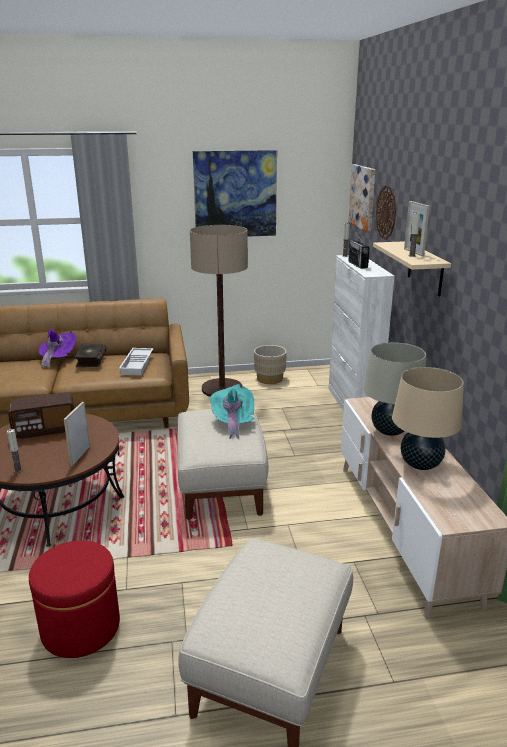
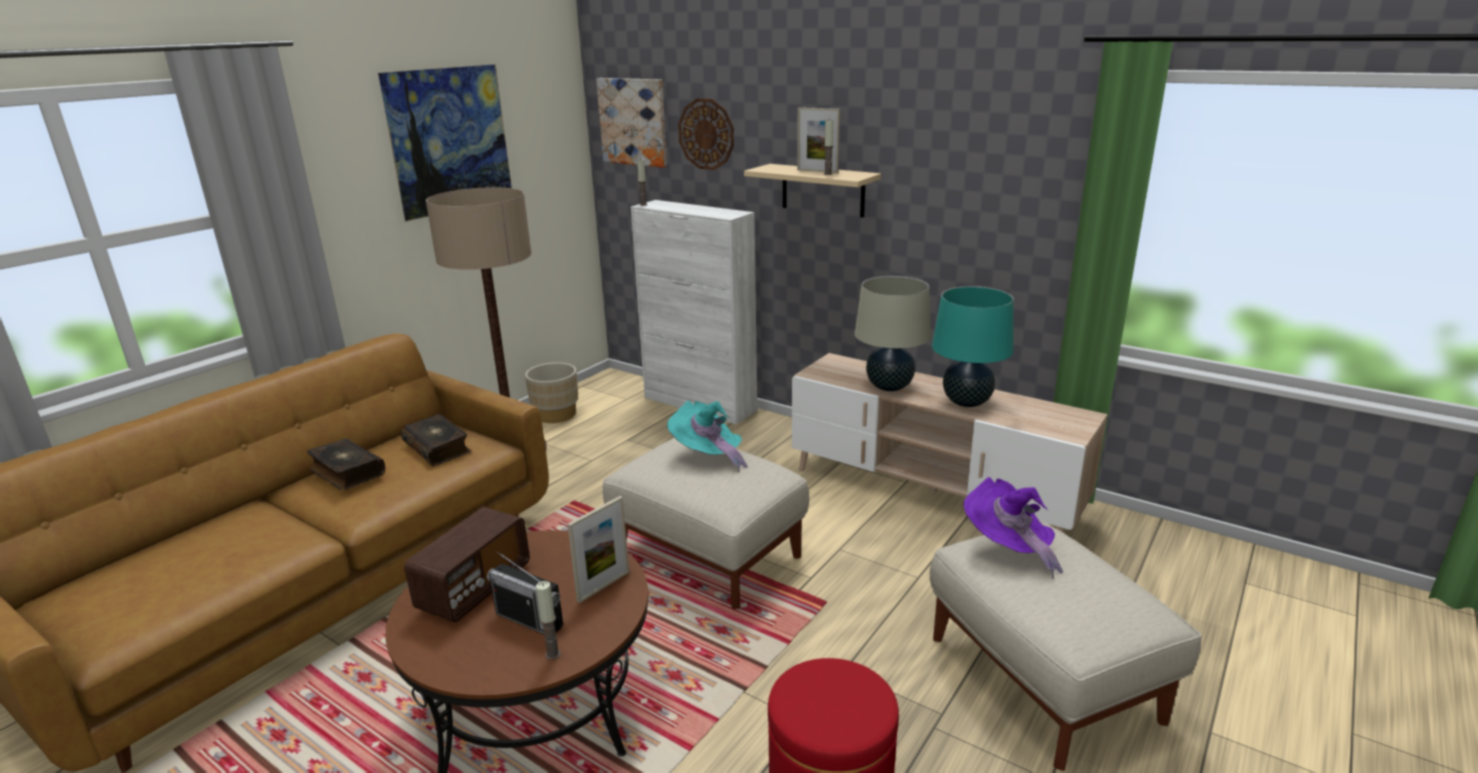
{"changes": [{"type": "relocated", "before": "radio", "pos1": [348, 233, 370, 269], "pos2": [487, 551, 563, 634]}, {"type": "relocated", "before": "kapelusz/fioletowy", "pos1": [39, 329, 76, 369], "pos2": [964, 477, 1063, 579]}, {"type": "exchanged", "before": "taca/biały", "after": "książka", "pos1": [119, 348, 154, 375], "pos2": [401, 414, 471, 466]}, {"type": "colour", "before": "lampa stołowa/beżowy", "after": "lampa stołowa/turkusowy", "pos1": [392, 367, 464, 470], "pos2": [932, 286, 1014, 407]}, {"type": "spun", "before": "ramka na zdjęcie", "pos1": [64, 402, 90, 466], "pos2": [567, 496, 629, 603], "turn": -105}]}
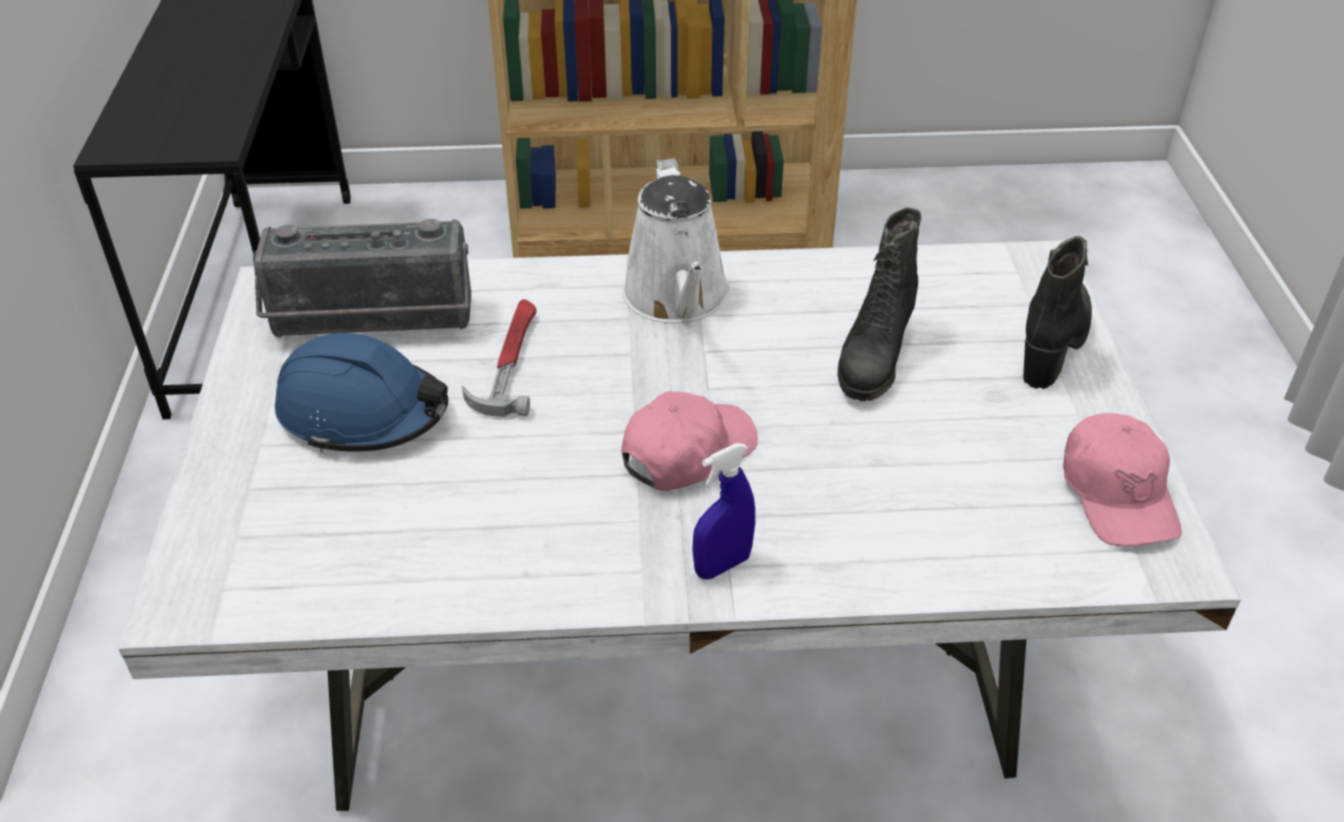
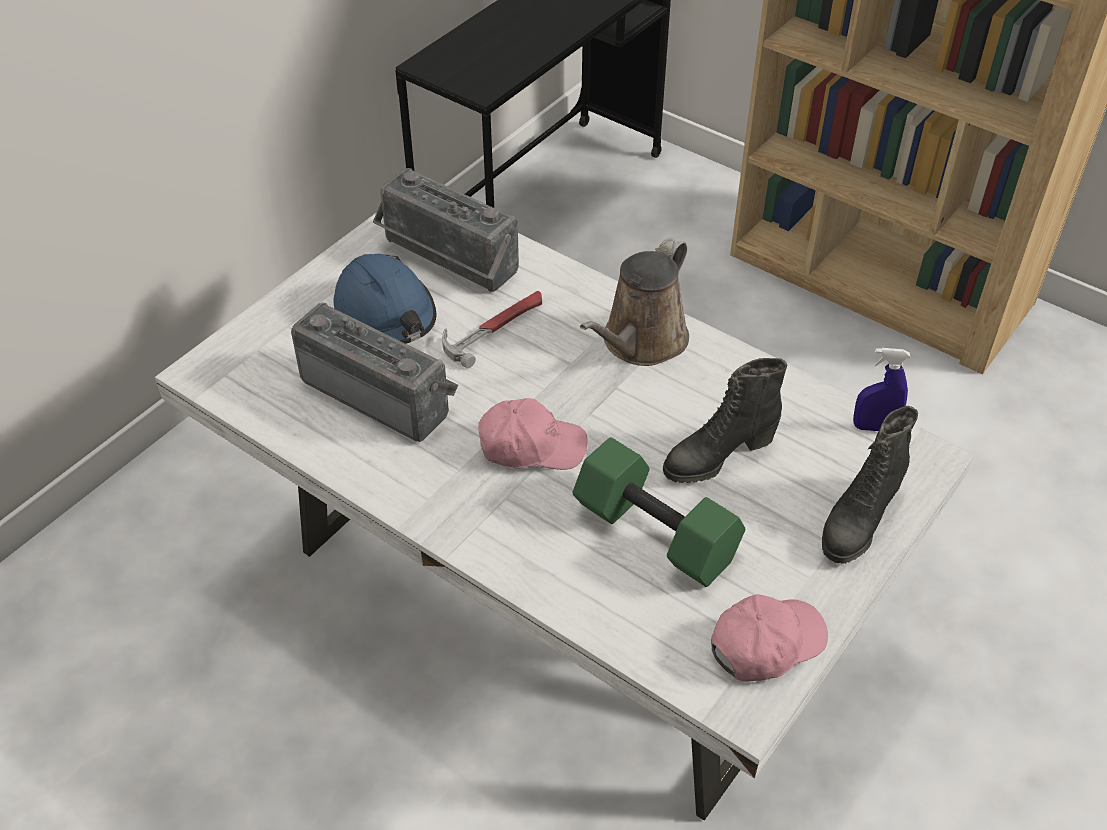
{"changes": [{"type": "colour", "before": "konewka/biały", "after": "konewka/brązowy", "pos1": [622, 158, 730, 323], "pos2": [580, 237, 689, 366]}, {"type": "spun", "before": "but z cholewką/czarny", "pos1": [1023, 236, 1092, 389], "pos2": [822, 406, 918, 564], "turn": 150}, {"type": "spun", "before": "czapka z daszkiem/różowy", "pos1": [1063, 413, 1182, 546], "pos2": [711, 594, 828, 682], "turn": -150}, {"type": "relocated", "before": "spryskiwacz/niebieski", "pos1": [692, 443, 755, 579], "pos2": [853, 348, 910, 431]}, {"type": "appeared", "after": "radio", "pos2": [291, 303, 458, 442]}, {"type": "appeared", "after": "hantel/zielony", "pos2": [573, 437, 745, 587]}]}
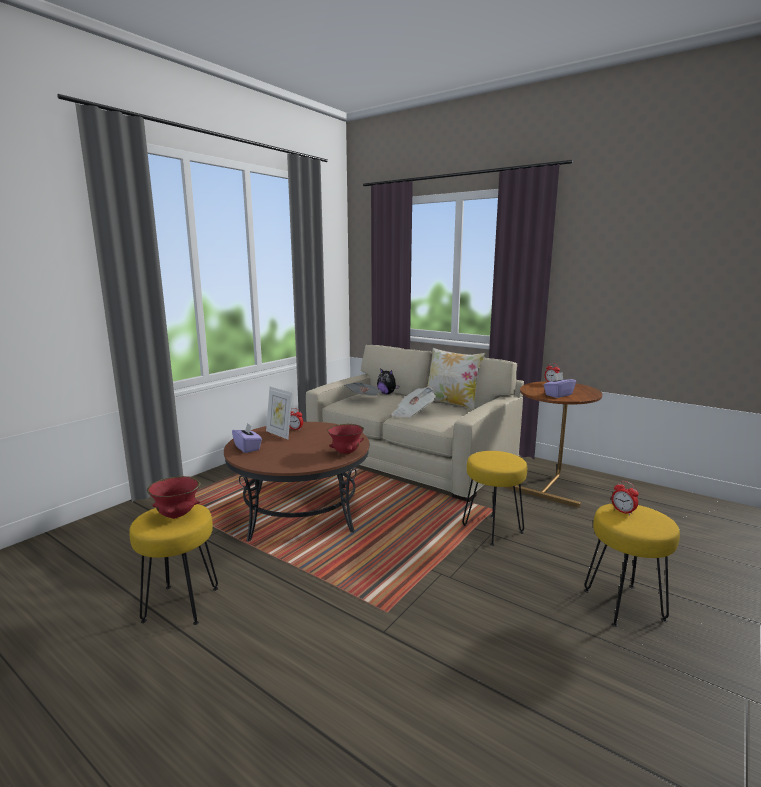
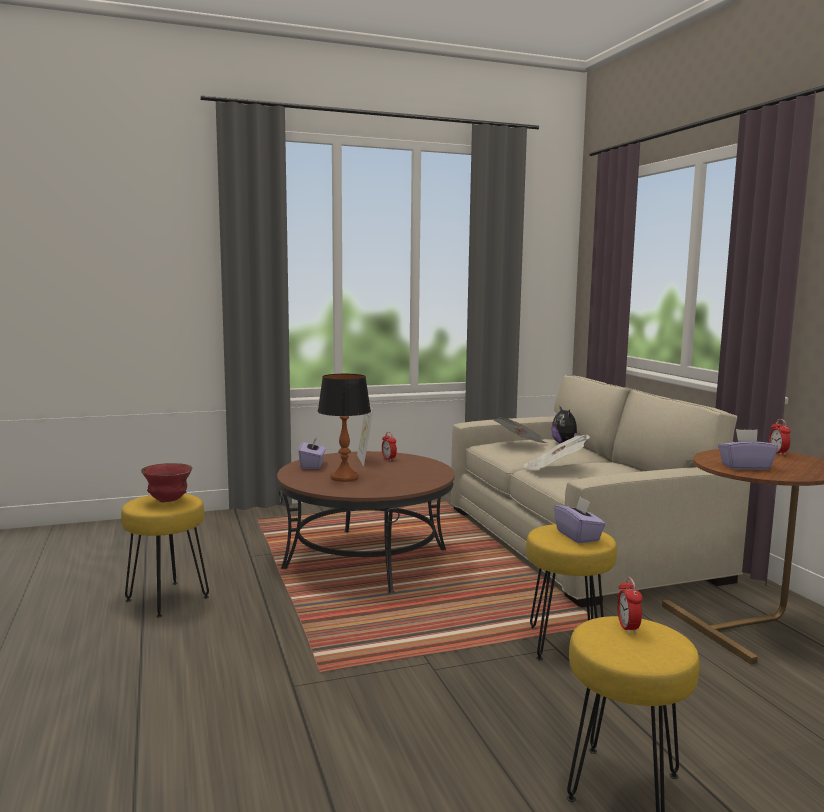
{"changes": [{"type": "missing", "before": "poduszka", "pos1": [427, 348, 485, 411]}, {"type": "missing", "before": "miska/czerwony", "pos1": [327, 424, 364, 454]}, {"type": "appeared", "after": "lampa stołowa", "pos2": [317, 374, 371, 482]}, {"type": "appeared", "after": "pudełko chusteczek/fioletowy", "pos2": [554, 496, 606, 543]}]}
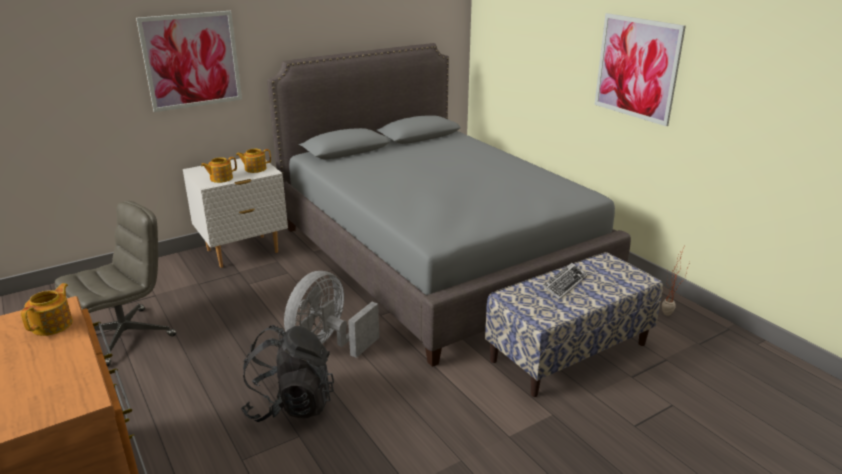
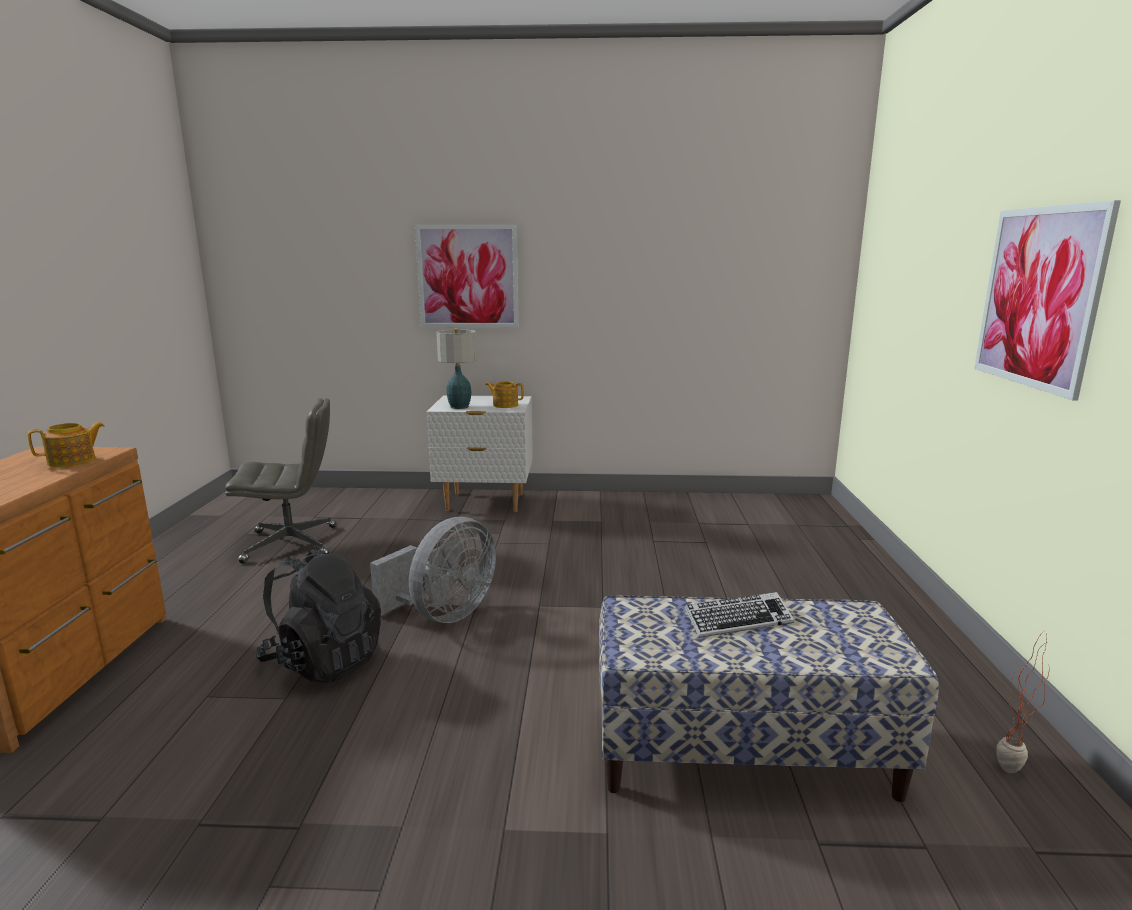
{"changes": [{"type": "missing", "before": "łóżko/szary", "pos1": [267, 43, 631, 367]}, {"type": "exchanged", "before": "imbryk", "after": "lampa stołowa", "pos1": [201, 157, 237, 183], "pos2": [436, 329, 477, 409]}, {"type": "spun", "before": "wentylator/szary", "pos1": [284, 271, 379, 358], "pos2": [370, 517, 496, 623], "turn": 150}]}
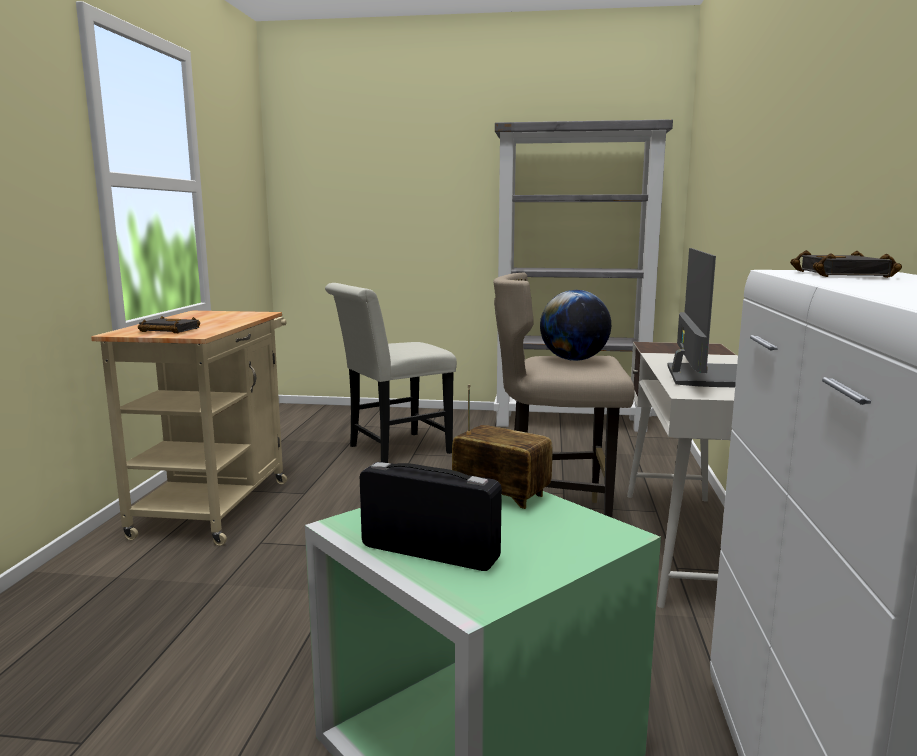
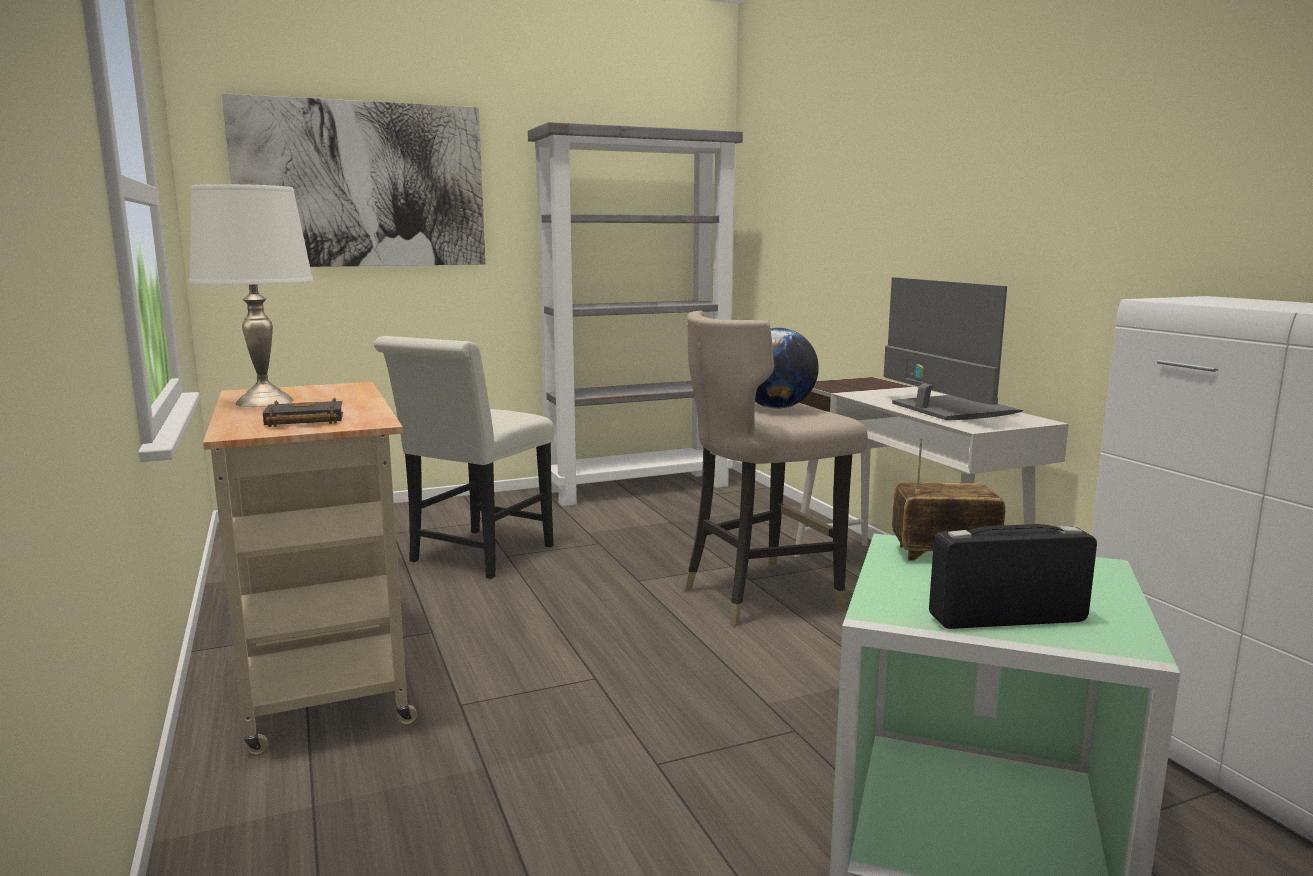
{"changes": [{"type": "missing", "before": "książka/czarny", "pos1": [790, 250, 902, 278]}, {"type": "appeared", "after": "obraz", "pos2": [222, 93, 485, 267]}, {"type": "appeared", "after": "lampa stołowa/biały", "pos2": [189, 184, 313, 407]}]}
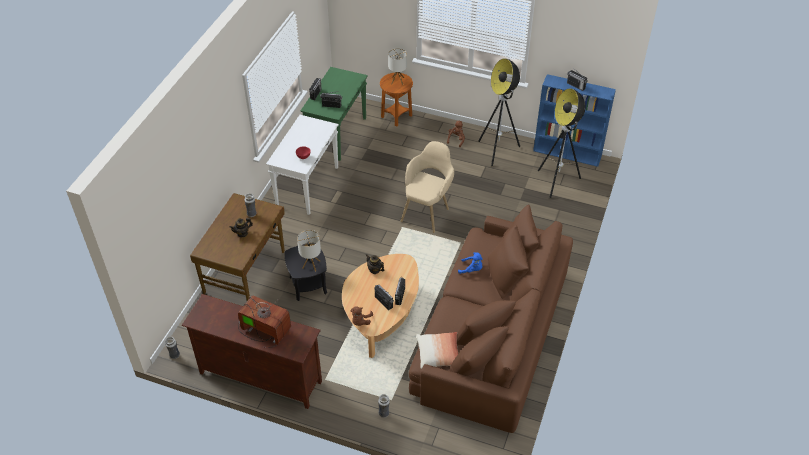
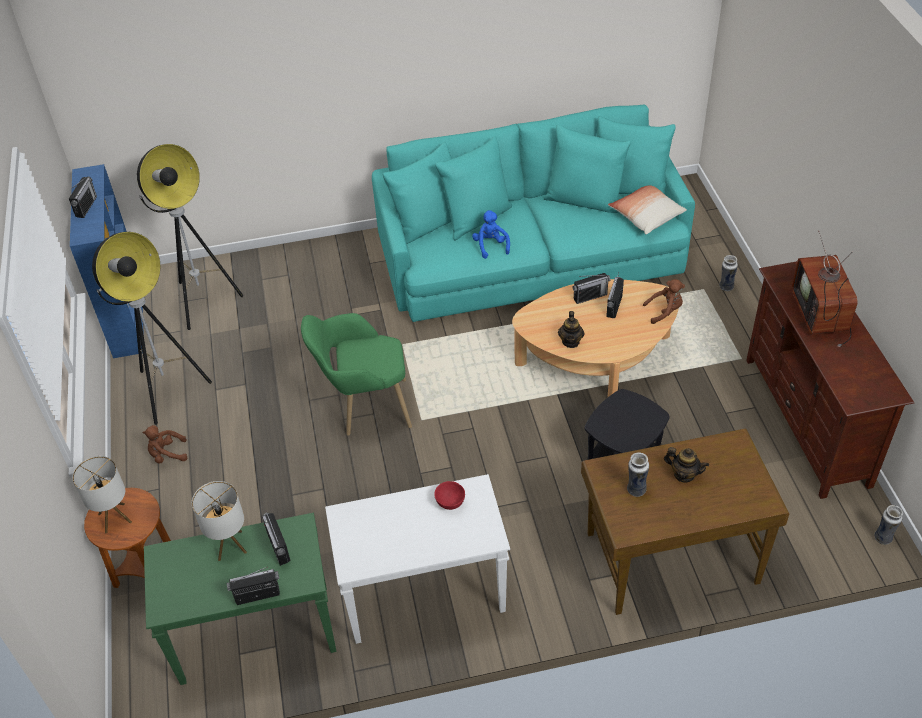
{"changes": [{"type": "colour", "before": "fotel/beżowy", "after": "fotel/zielony", "pos1": [401, 141, 454, 233], "pos2": [301, 313, 412, 436]}, {"type": "colour", "before": "kanapa/brązowy", "after": "kanapa/turkusowy", "pos1": [409, 205, 573, 433], "pos2": [372, 105, 695, 322]}, {"type": "relocated", "before": "lampa stołowa", "pos1": [297, 230, 321, 271], "pos2": [192, 481, 247, 561]}]}
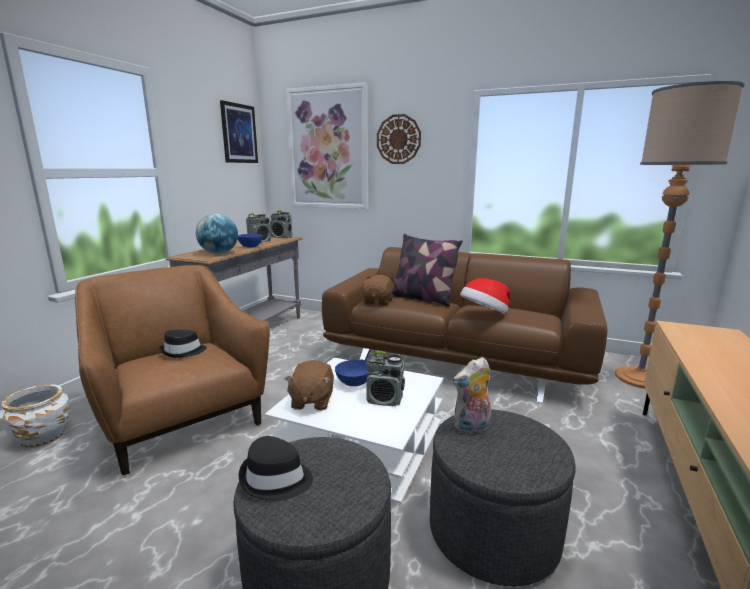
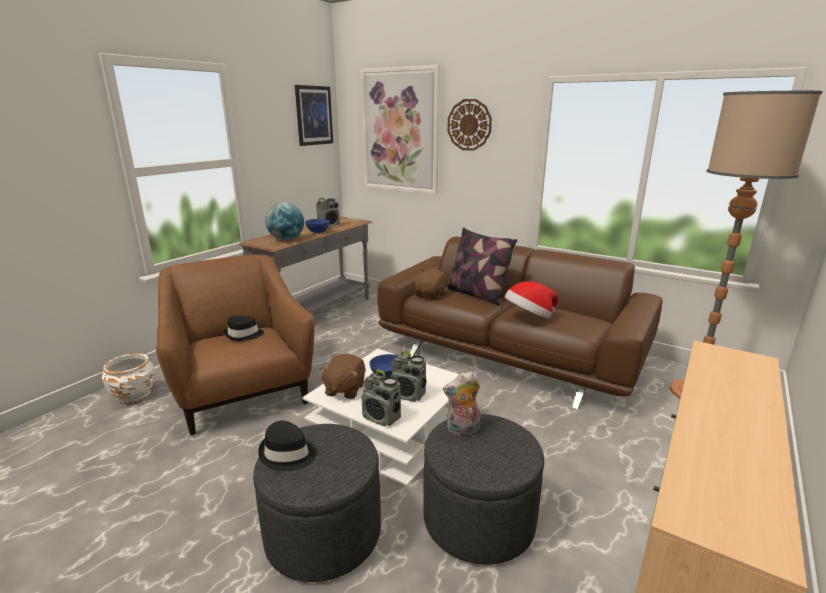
{"changes": [{"type": "relocated", "before": "radio", "pos1": [270, 210, 292, 239], "pos2": [361, 370, 401, 427]}]}
